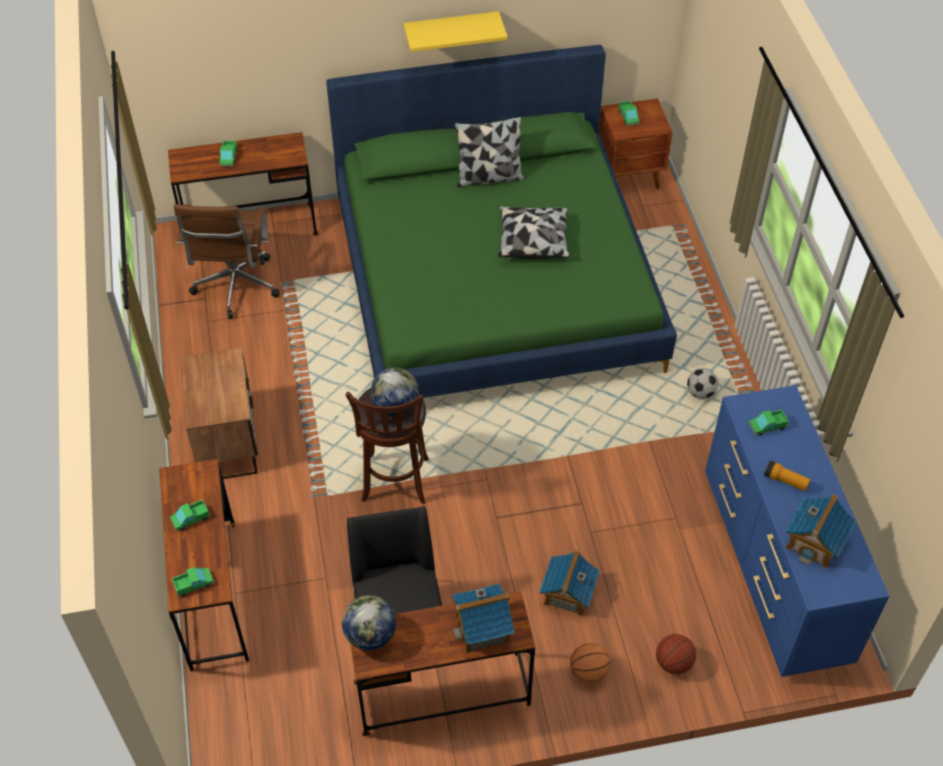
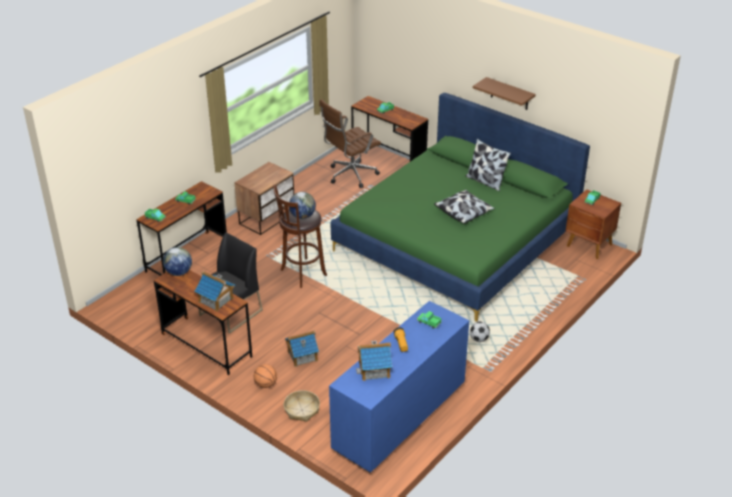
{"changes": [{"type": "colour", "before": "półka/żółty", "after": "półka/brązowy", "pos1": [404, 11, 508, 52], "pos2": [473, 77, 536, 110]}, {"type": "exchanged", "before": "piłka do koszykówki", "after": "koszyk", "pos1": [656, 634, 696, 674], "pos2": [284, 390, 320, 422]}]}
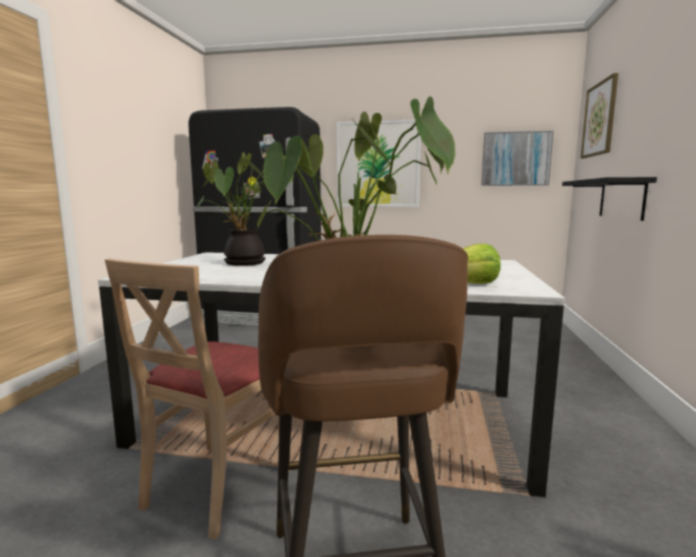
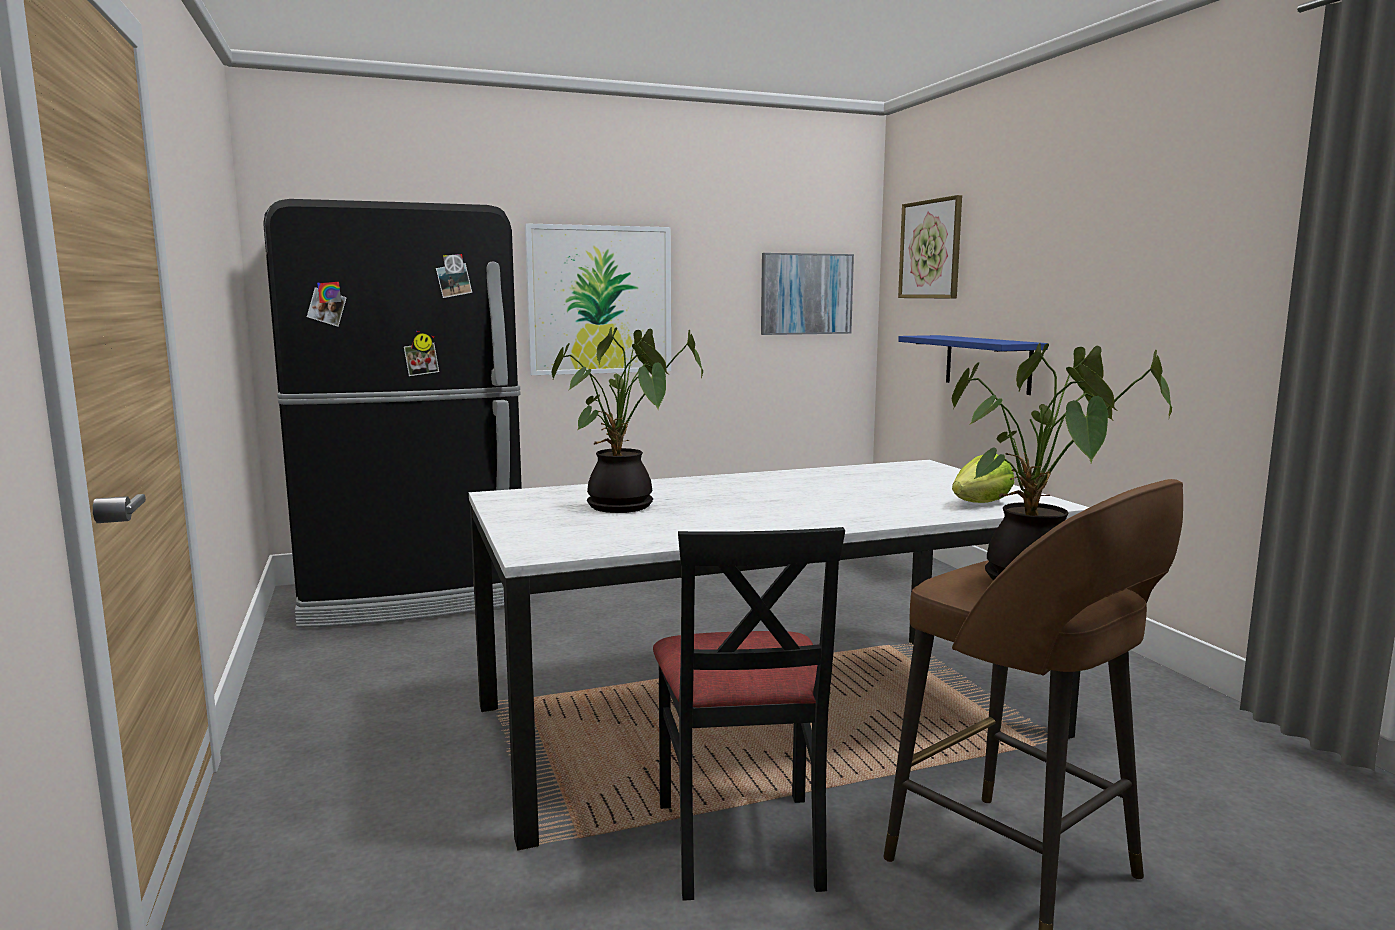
{"changes": [{"type": "colour", "before": "półka/czarny", "after": "półka/niebieski", "pos1": [562, 177, 657, 221], "pos2": [898, 335, 1048, 395]}, {"type": "colour", "before": "krzesło/beżowy", "after": "krzesło/czarny", "pos1": [105, 258, 291, 540], "pos2": [653, 527, 845, 901]}]}
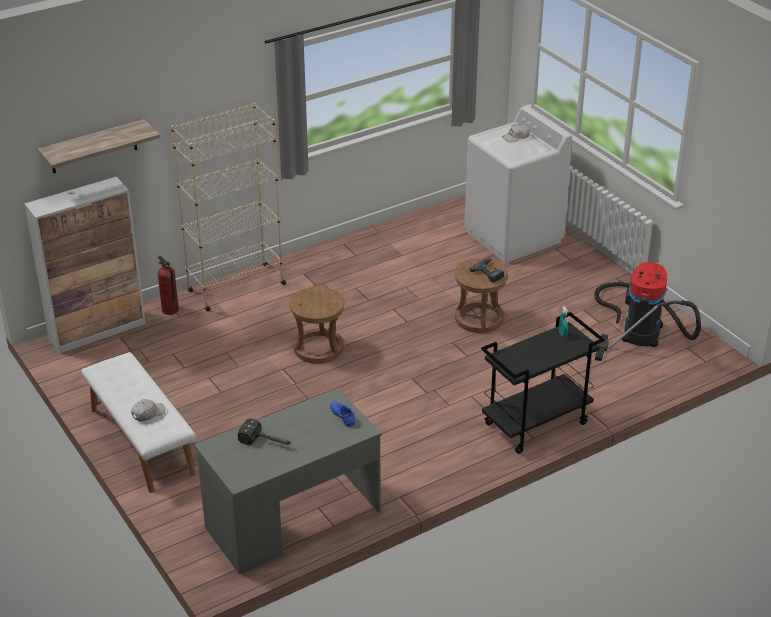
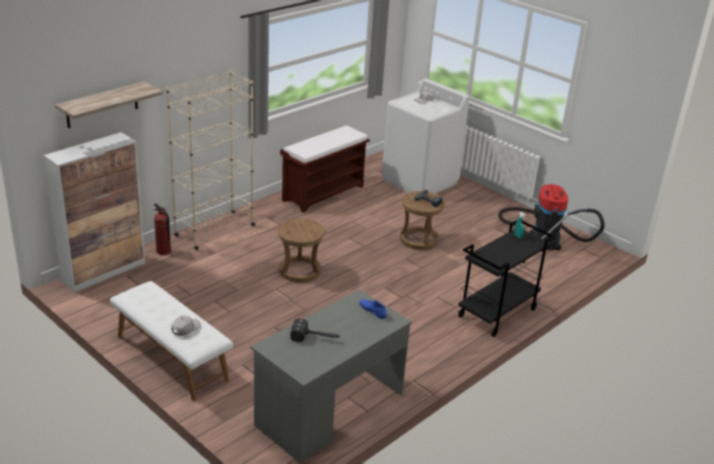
{"changes": [{"type": "appeared", "after": "ławka/brązowy", "pos2": [280, 125, 370, 213]}]}
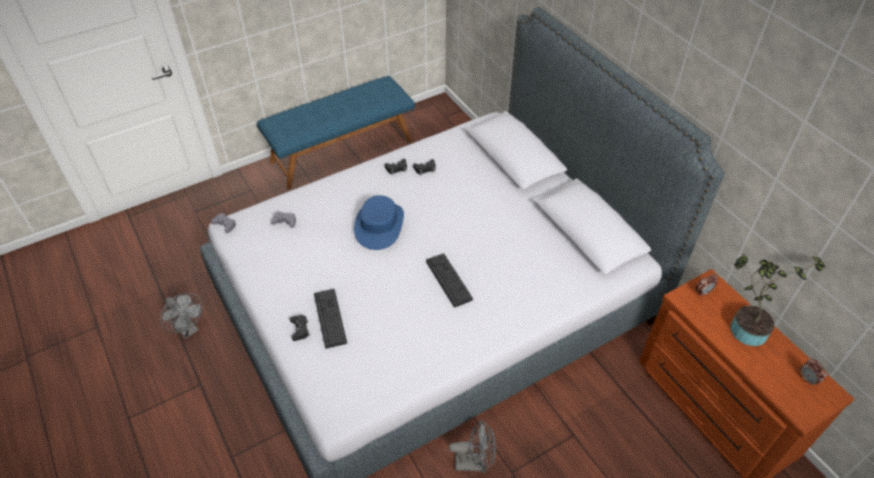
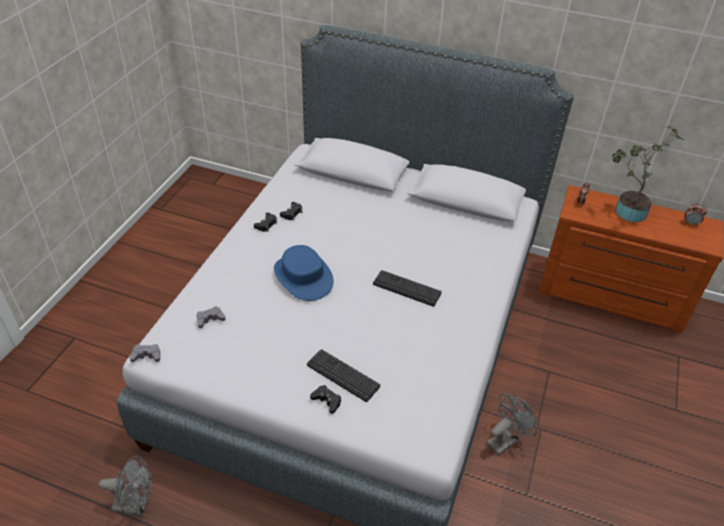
{"changes": [{"type": "missing", "before": "ławka/niebieski", "pos1": [257, 76, 415, 189]}]}
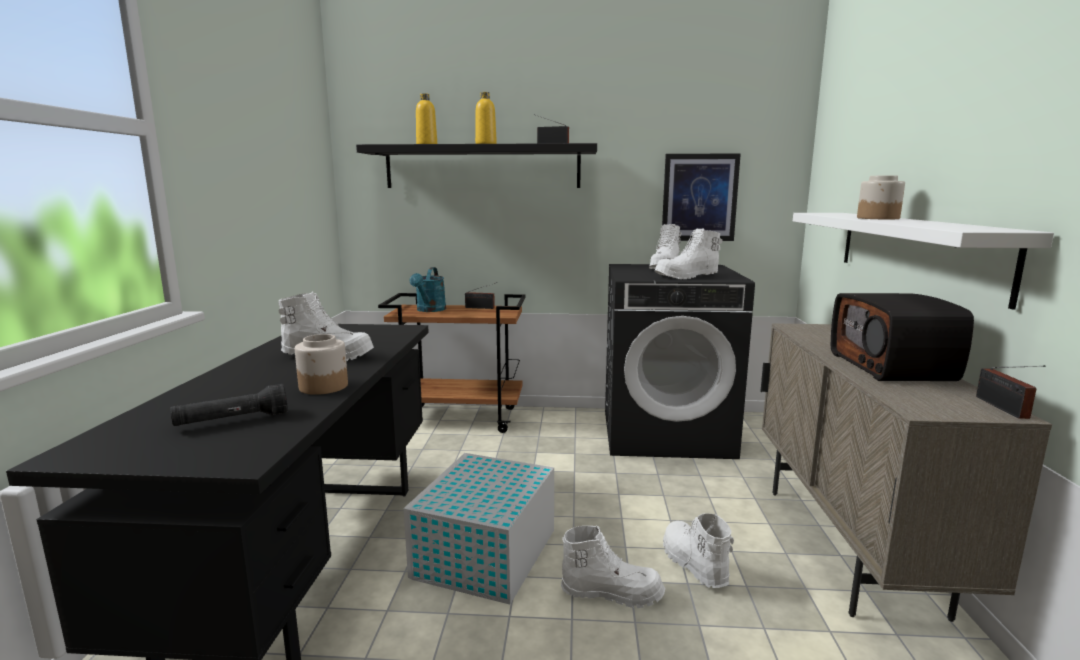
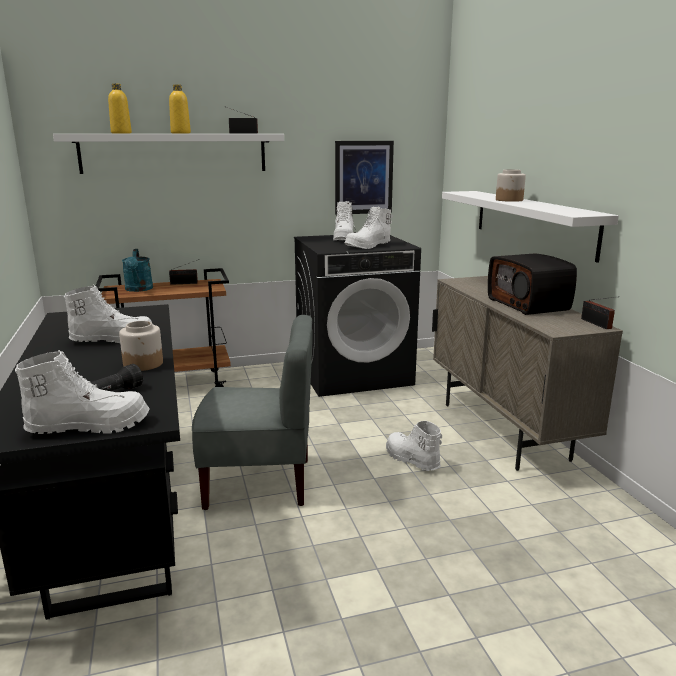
{"changes": [{"type": "colour", "before": "półka/czarny", "after": "półka/biały", "pos1": [356, 143, 597, 188], "pos2": [53, 134, 284, 174]}, {"type": "exchanged", "before": "pojemnik do przechowywania/biały", "after": "krzesło/szary", "pos1": [403, 453, 554, 604], "pos2": [192, 315, 313, 510]}, {"type": "relocated", "before": "but z cholewką/biały", "pos1": [561, 526, 665, 608], "pos2": [15, 350, 150, 434]}]}
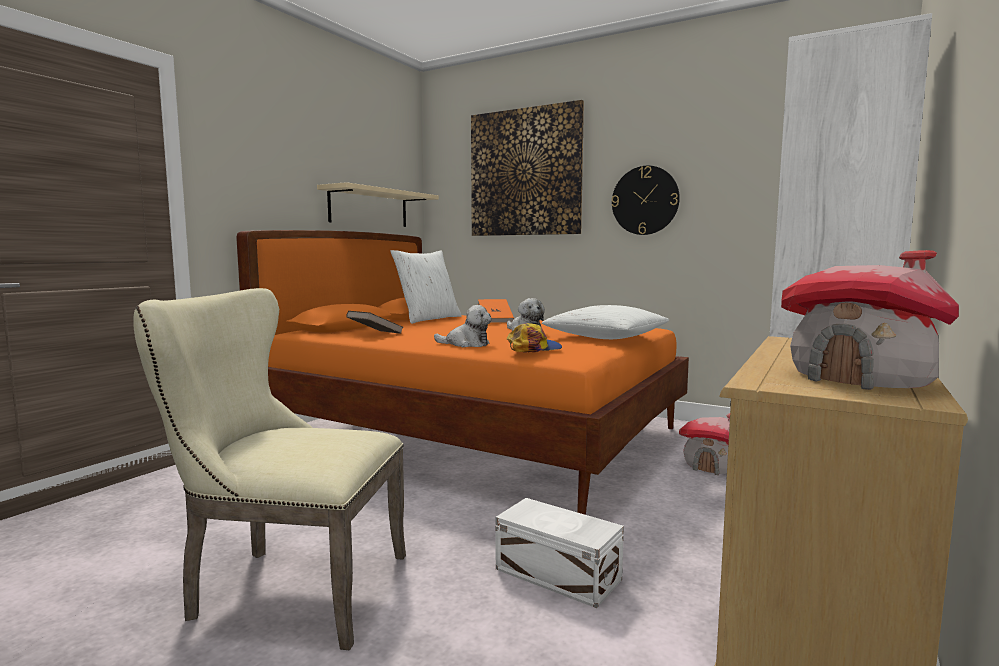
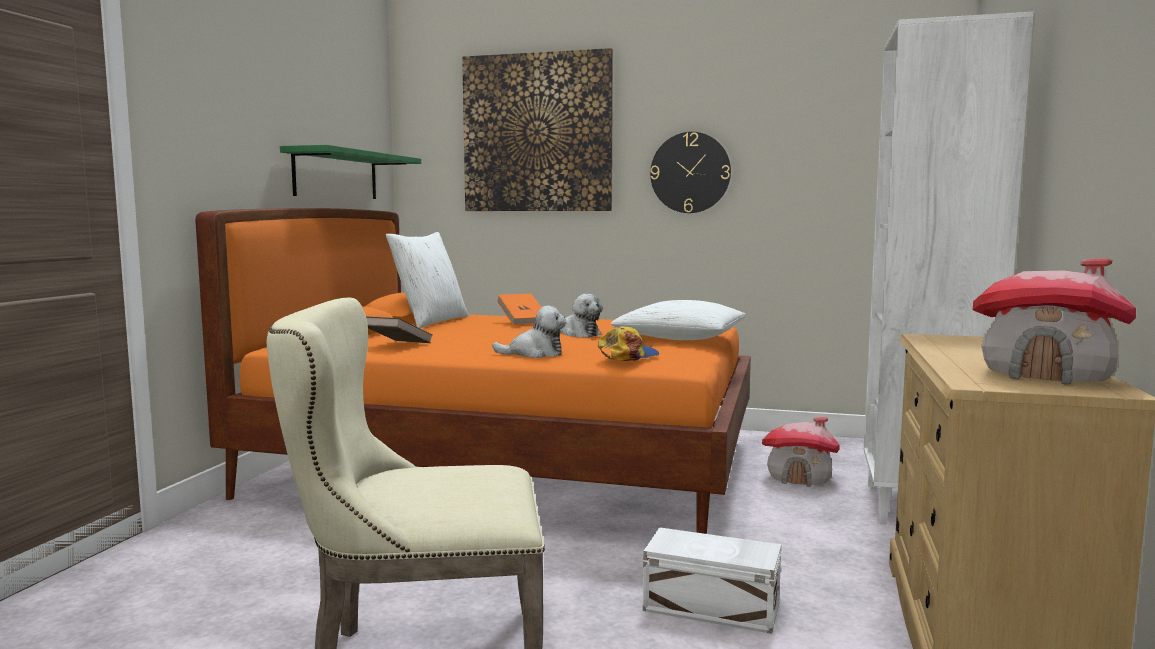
{"changes": [{"type": "colour", "before": "półka/beżowy", "after": "półka/zielony", "pos1": [317, 182, 439, 227], "pos2": [280, 145, 421, 199]}]}
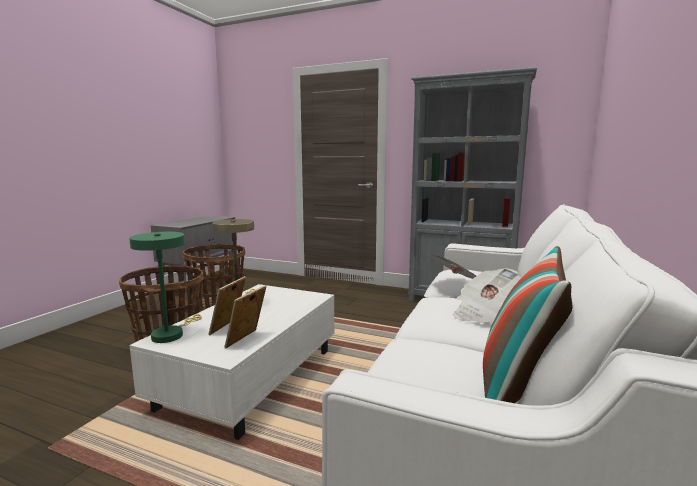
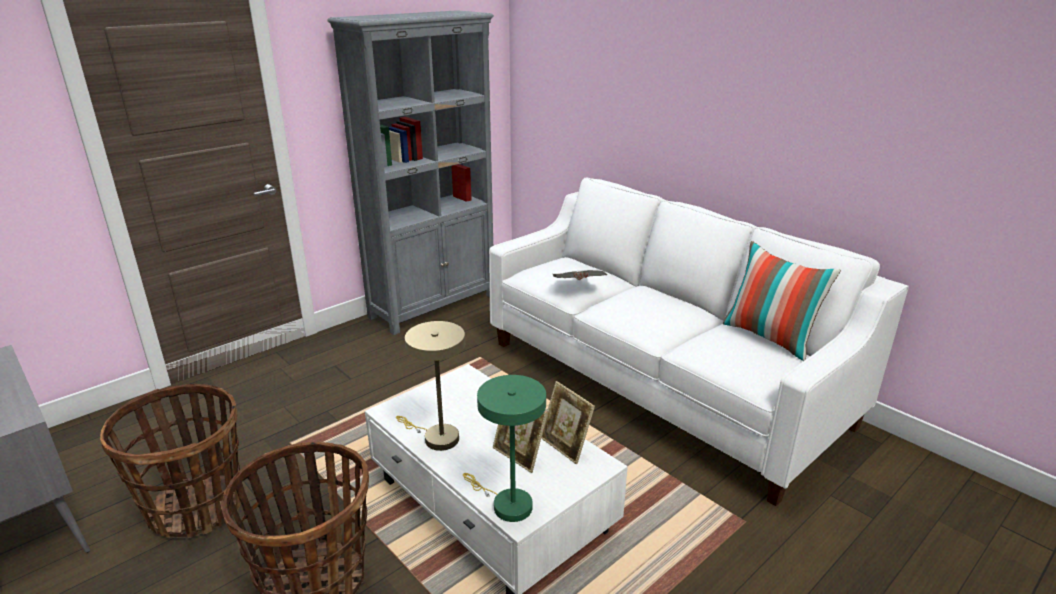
{"changes": [{"type": "missing", "before": "gazeta", "pos1": [453, 268, 521, 324]}]}
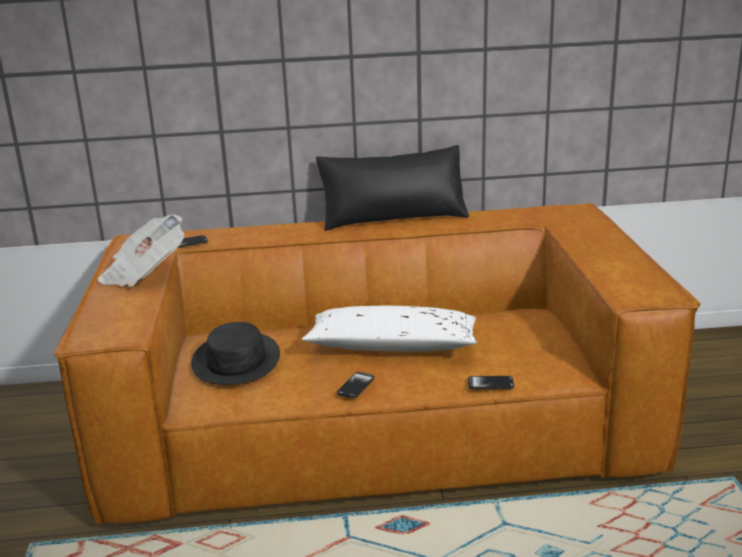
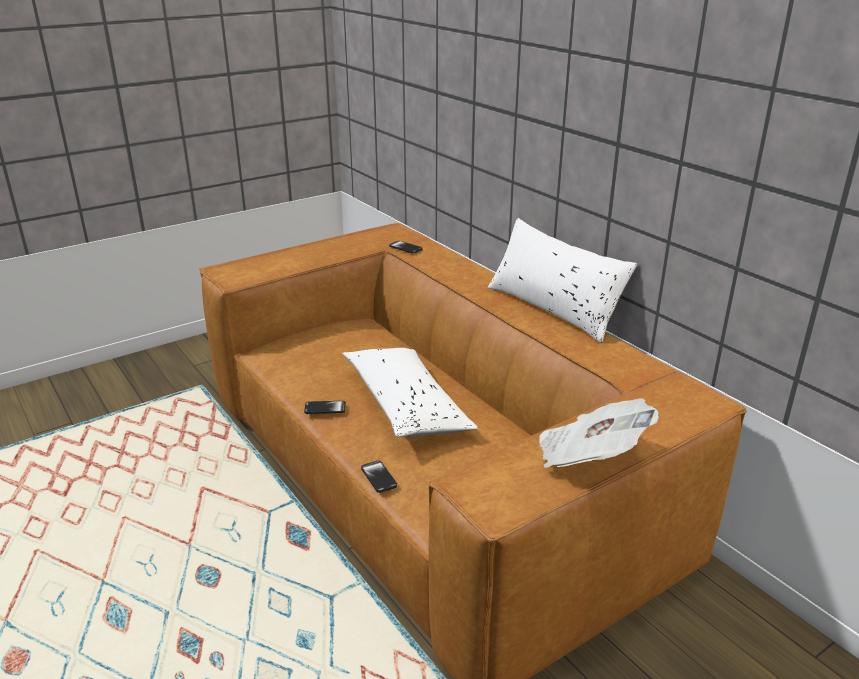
{"changes": [{"type": "colour", "before": "poduszka/czarny", "after": "poduszka/biały", "pos1": [316, 145, 469, 231], "pos2": [488, 218, 637, 343]}, {"type": "relocated", "before": "gazeta", "pos1": [98, 214, 185, 287], "pos2": [539, 398, 659, 468]}, {"type": "missing", "before": "kapelusz/czarny", "pos1": [191, 322, 280, 385]}]}
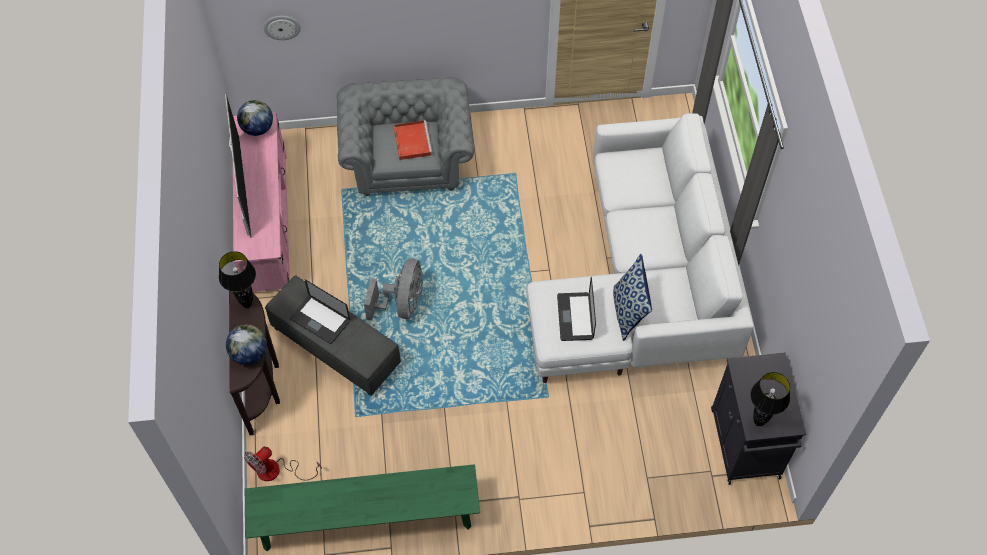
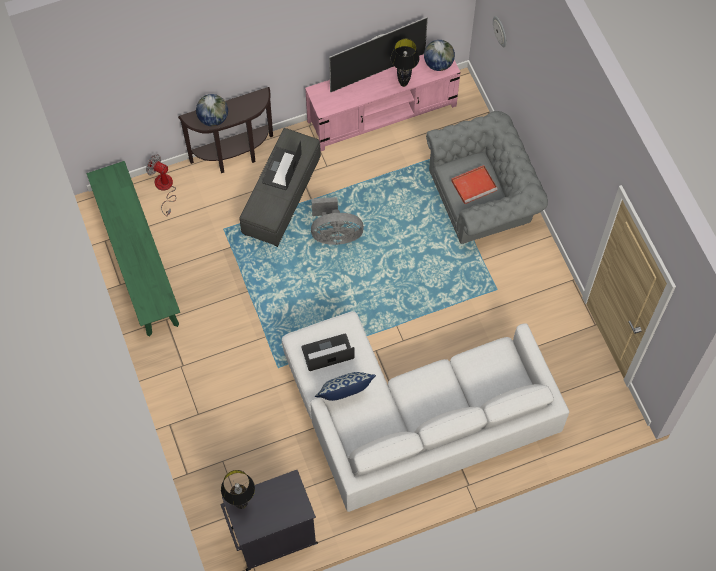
{"changes": [{"type": "relocated", "before": "lampa stołowa/czarny", "pos1": [219, 251, 256, 308], "pos2": [391, 39, 419, 87]}]}
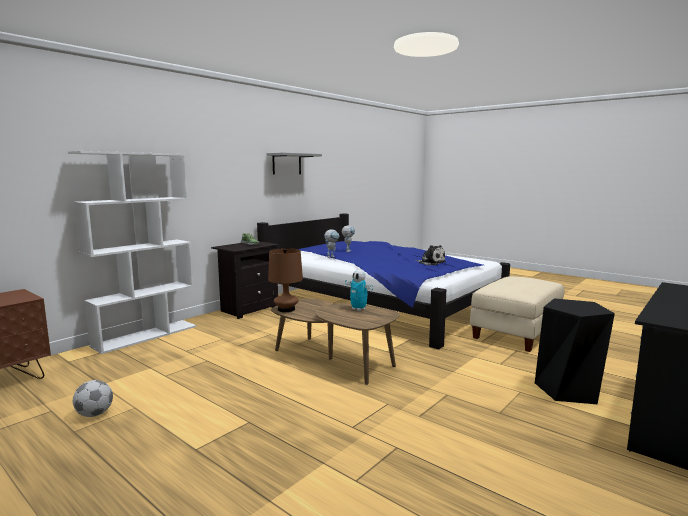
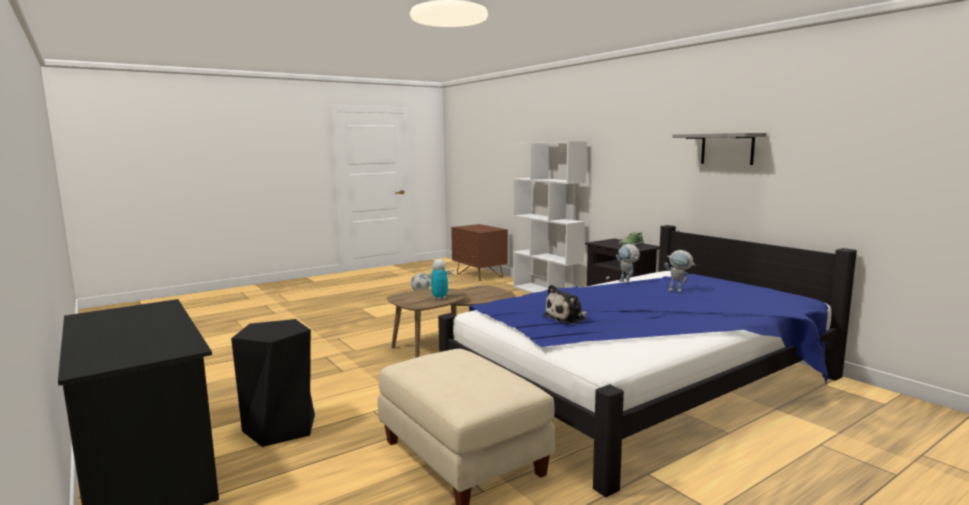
{"changes": [{"type": "missing", "before": "lampa stołowa/brązowy", "pos1": [268, 248, 303, 312]}]}
